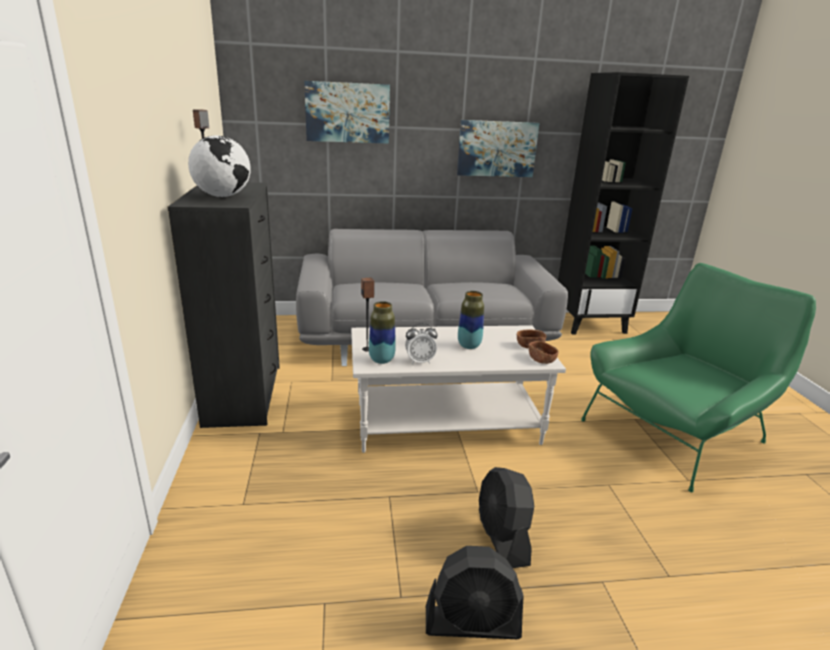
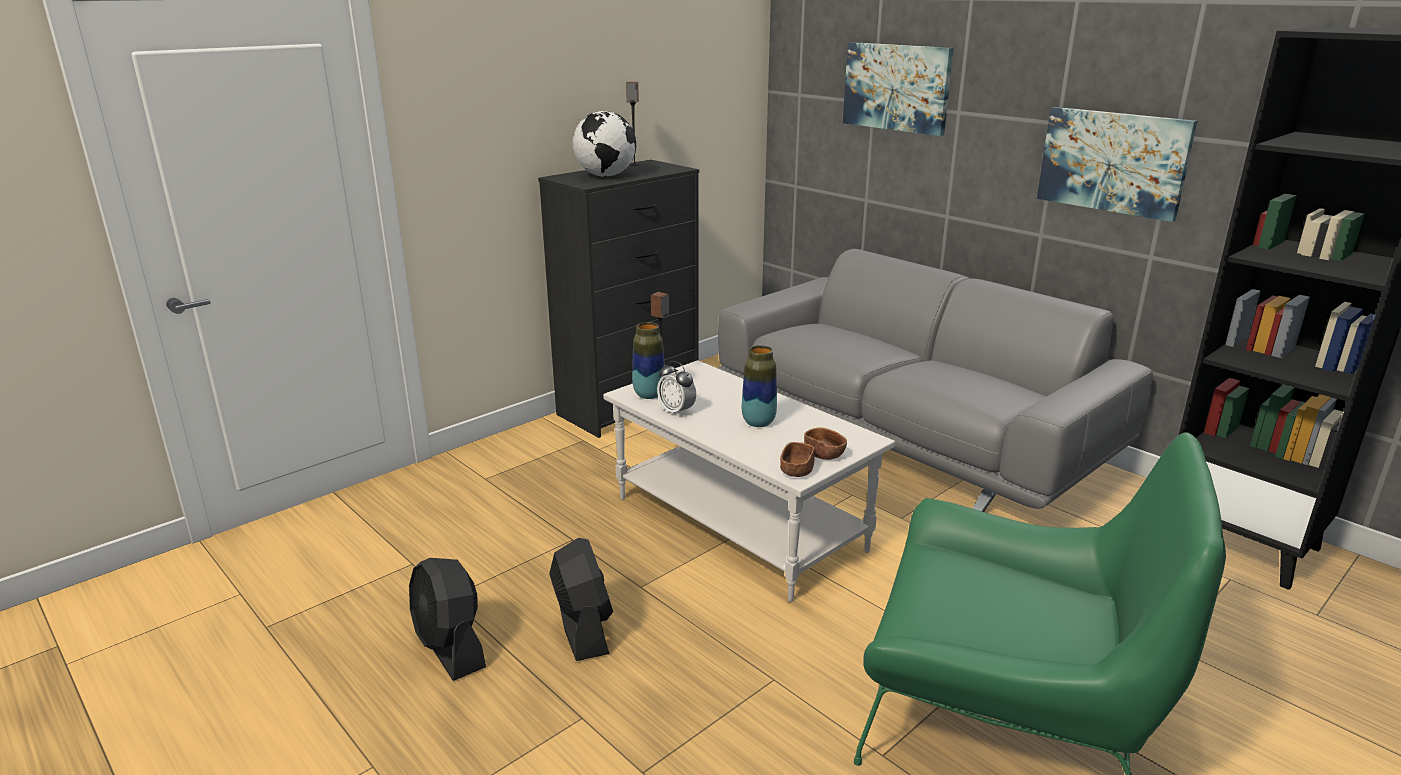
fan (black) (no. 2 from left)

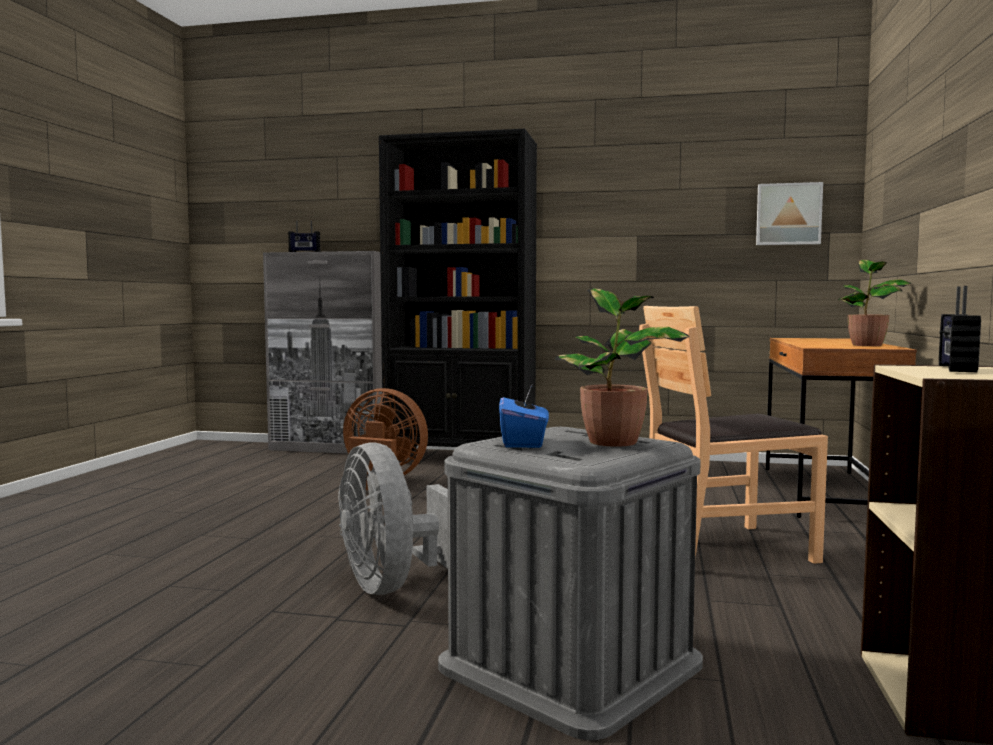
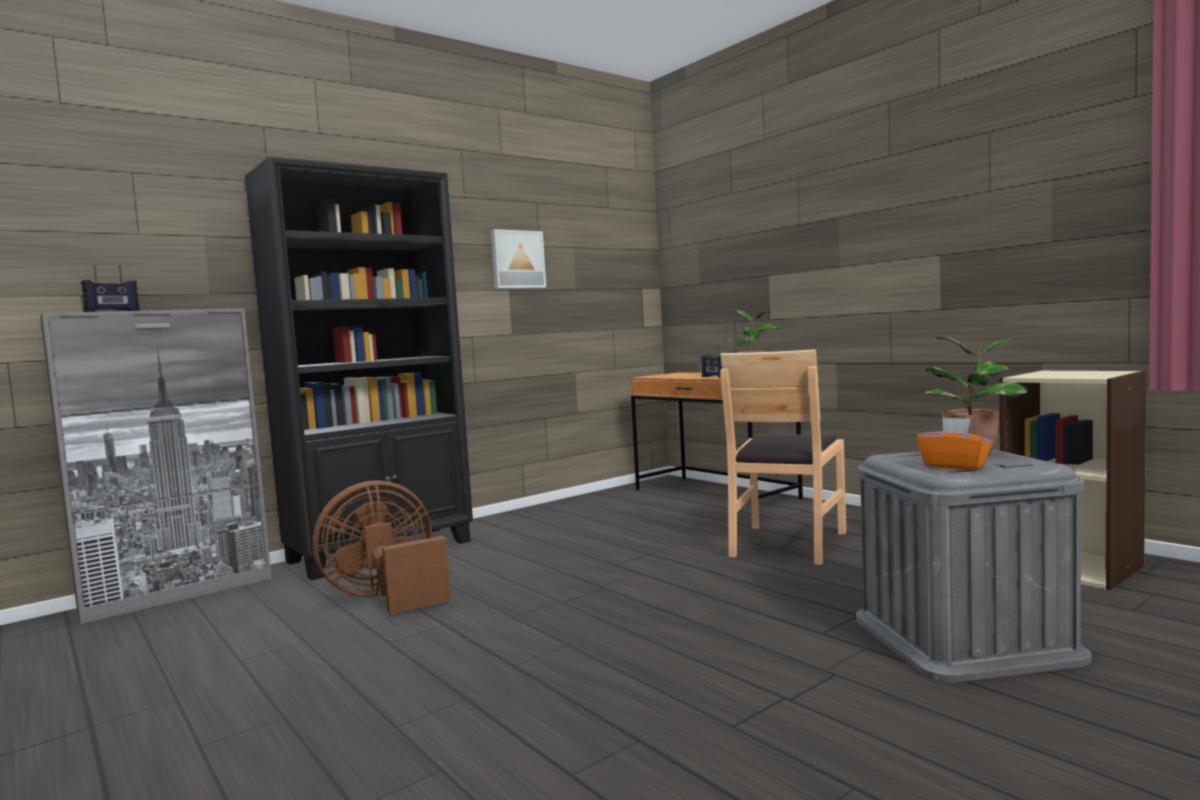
wall art; radio set (no. 2 from left); tissue box (orange); fan (grey)

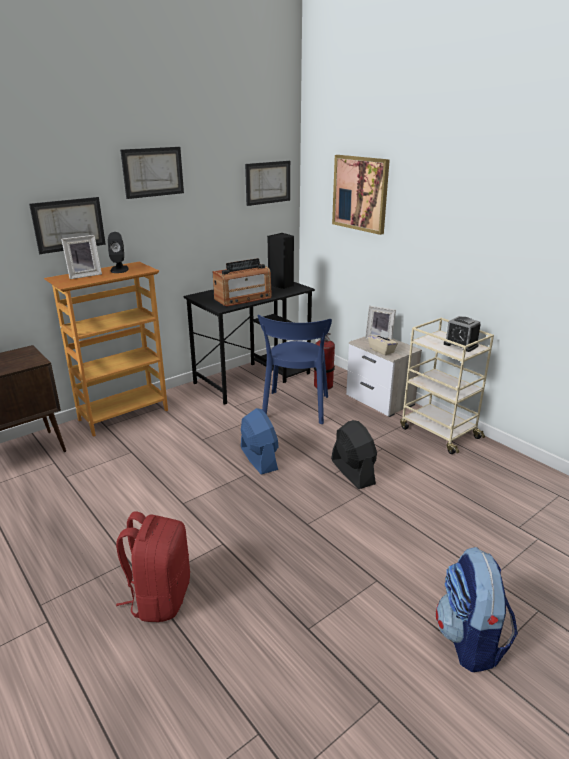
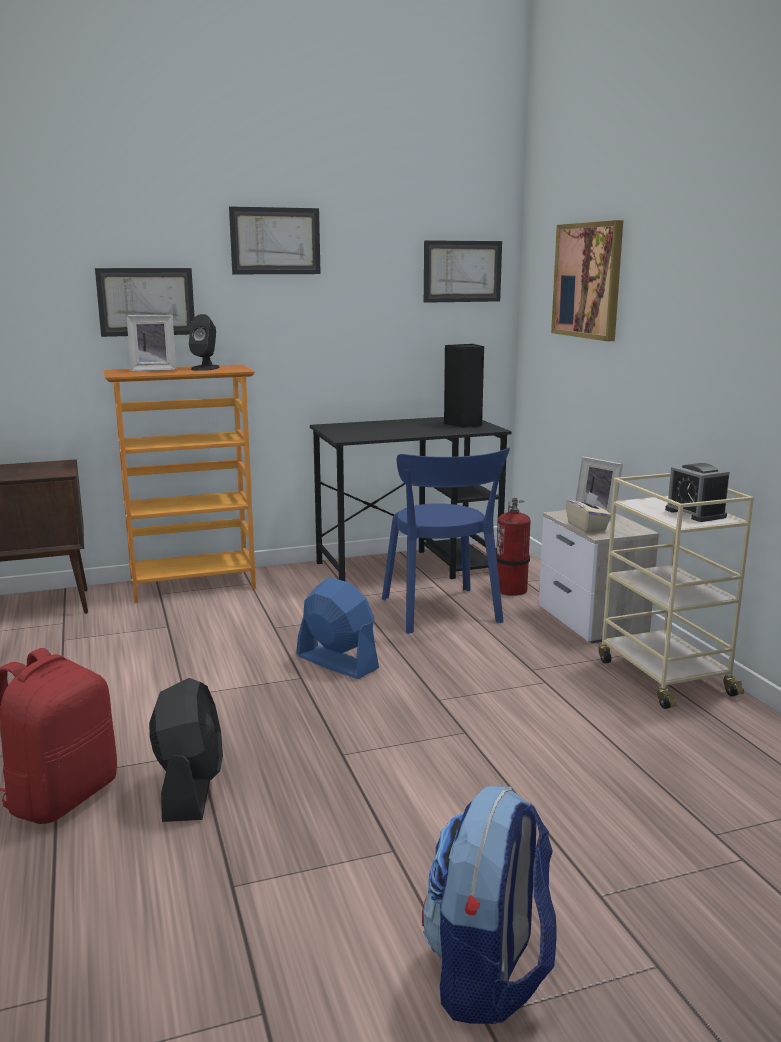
fan (black); fan (blue-coloured); upright chair (blue-coloured); radio set

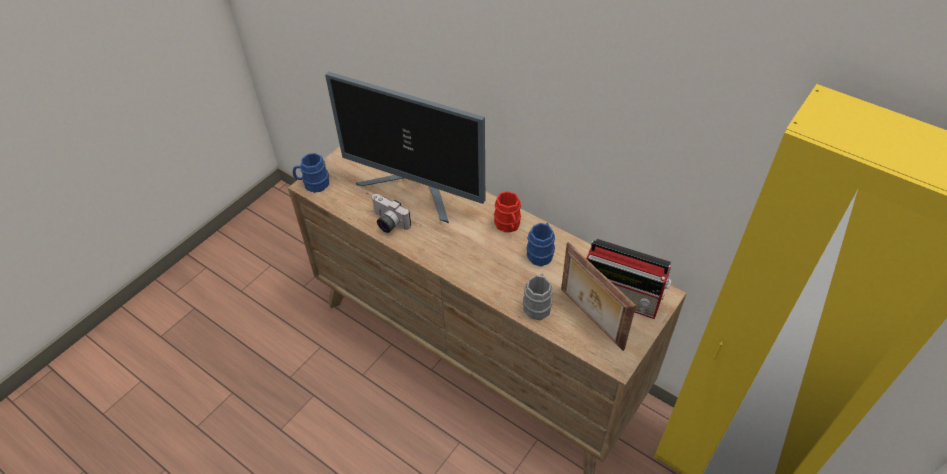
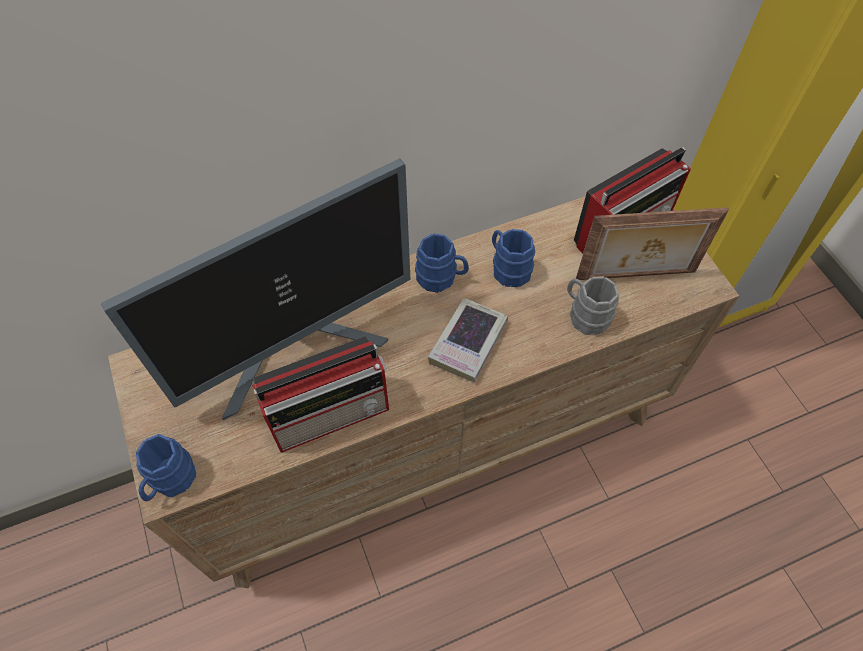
radio set (no. 1 from left); mug (blue-coloured) (no. 2 from left); volume

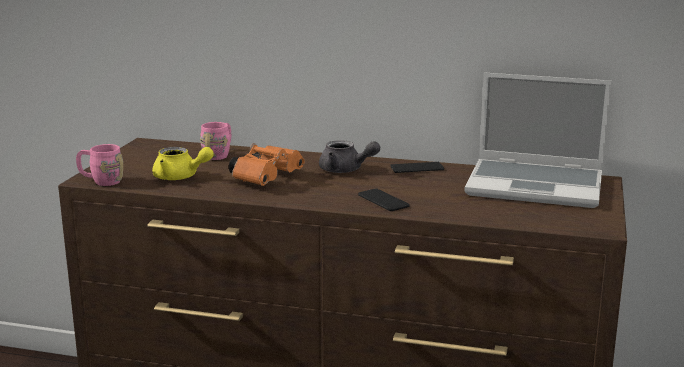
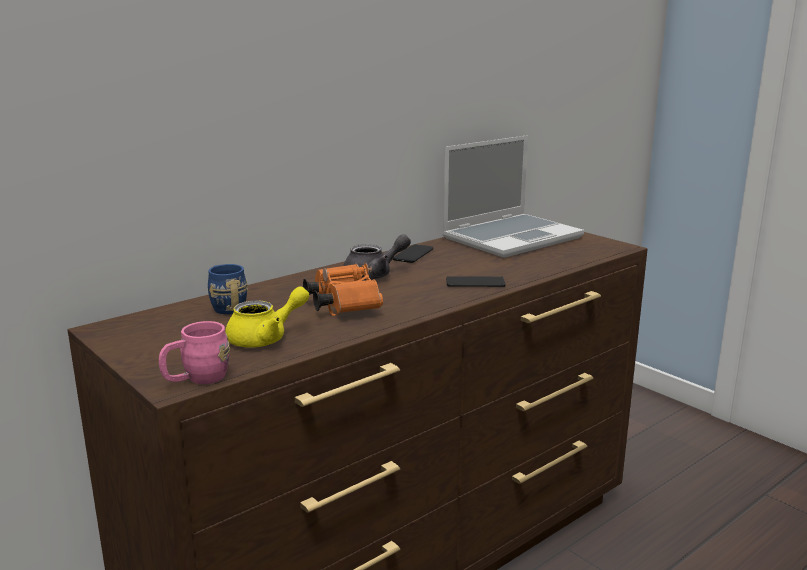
mug (blue-coloured)

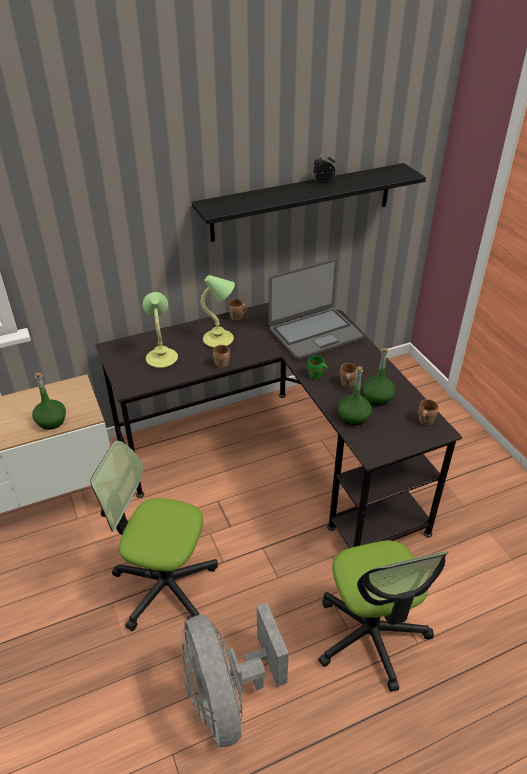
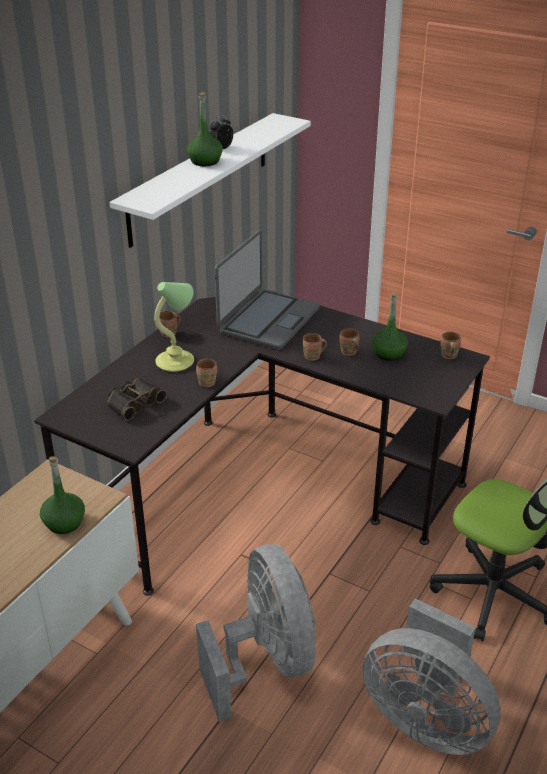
pair of binoculars; shelf (white); drink bottle (green) (no. 2 from left); fan (grey) (no. 1 from left); mug (brown-coloured) (no. 3 from left)

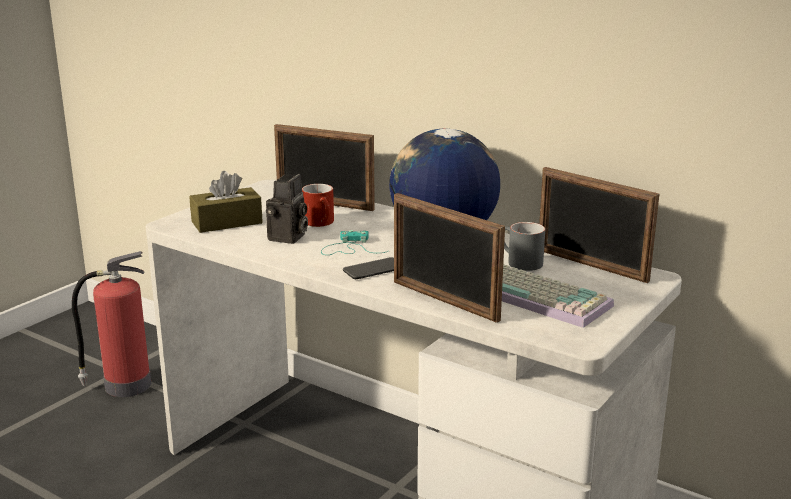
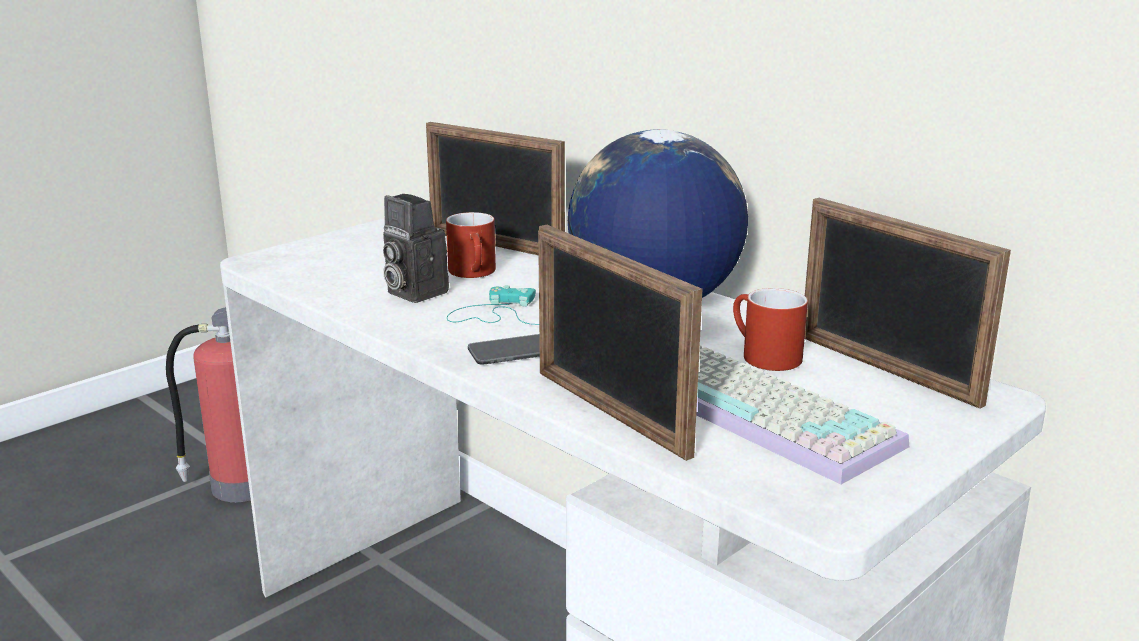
still camera; mug (red-coloured) (no. 2 from left); tissue box (brown-coloured)

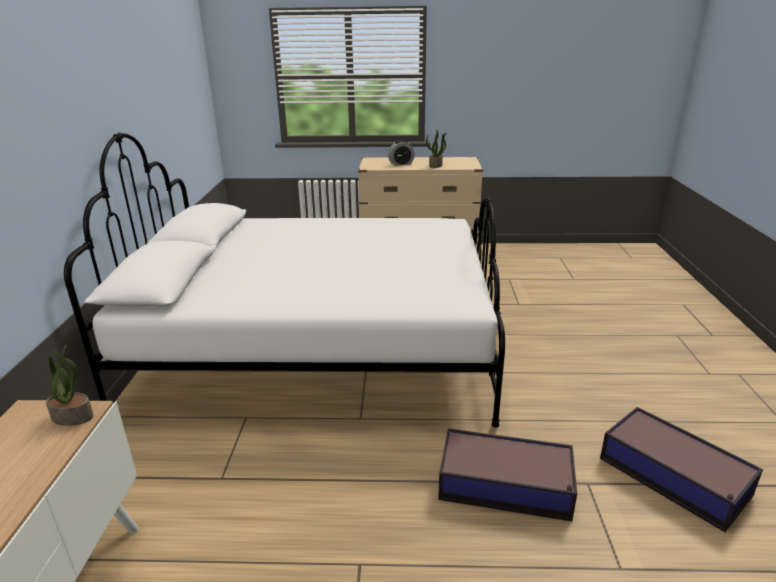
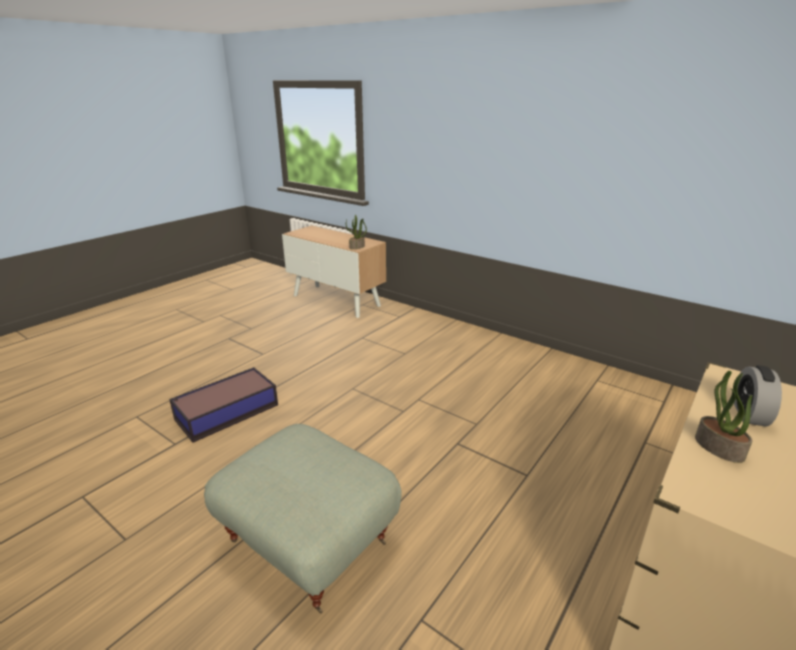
ottoman (grey); bedroom bed (white); storage bin (no. 2 from left in the first image)

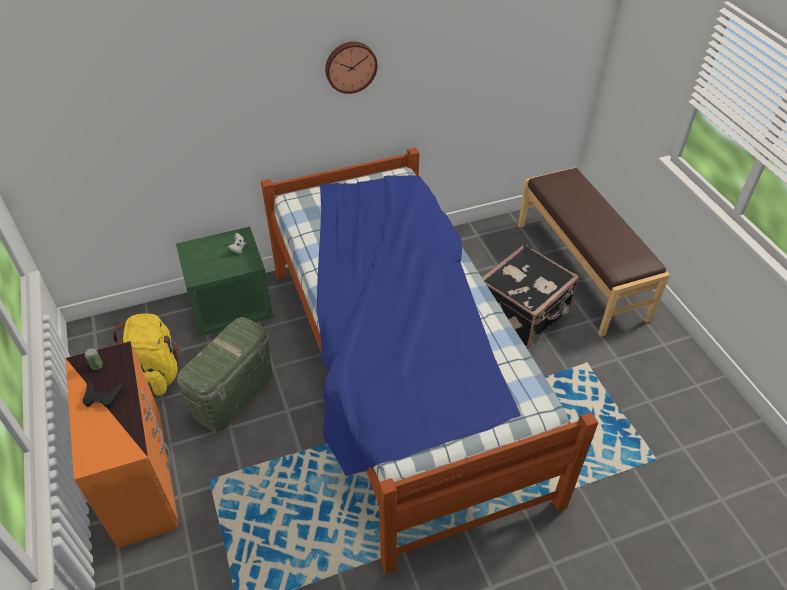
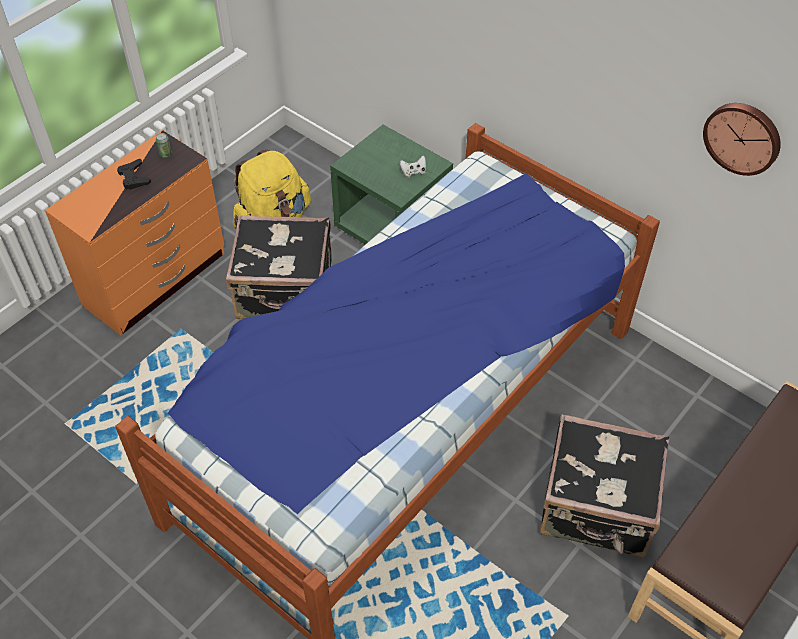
piece of luggage (black) (no. 1 from left); clock on the wall

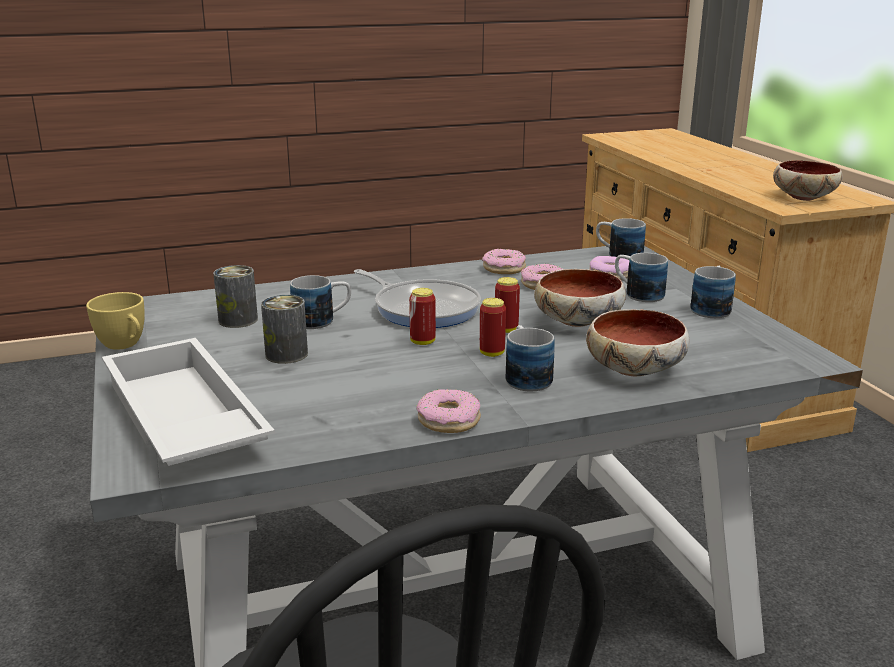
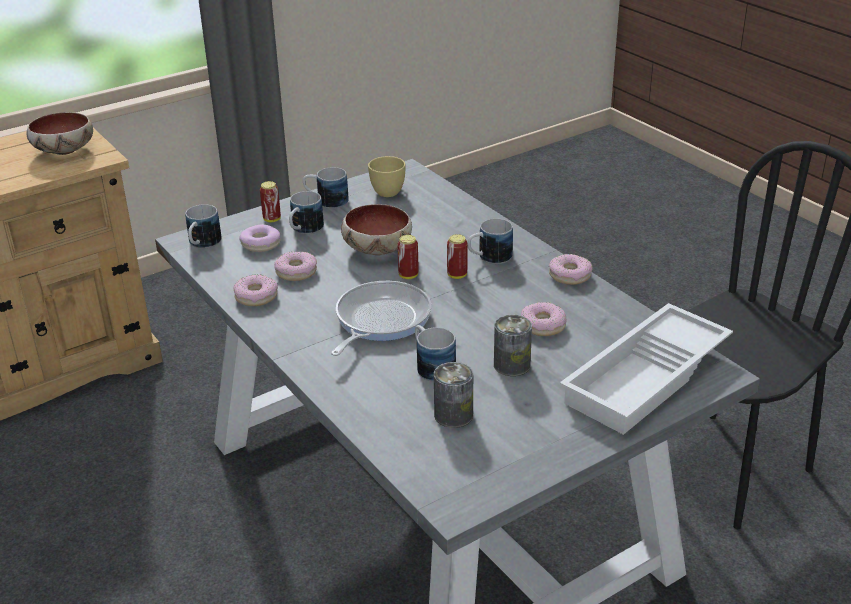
metal can (no. 1 from left); small cup (yellow-coloured); donut (no. 4 from left); serving bowl (no. 2 from left in the first image)

